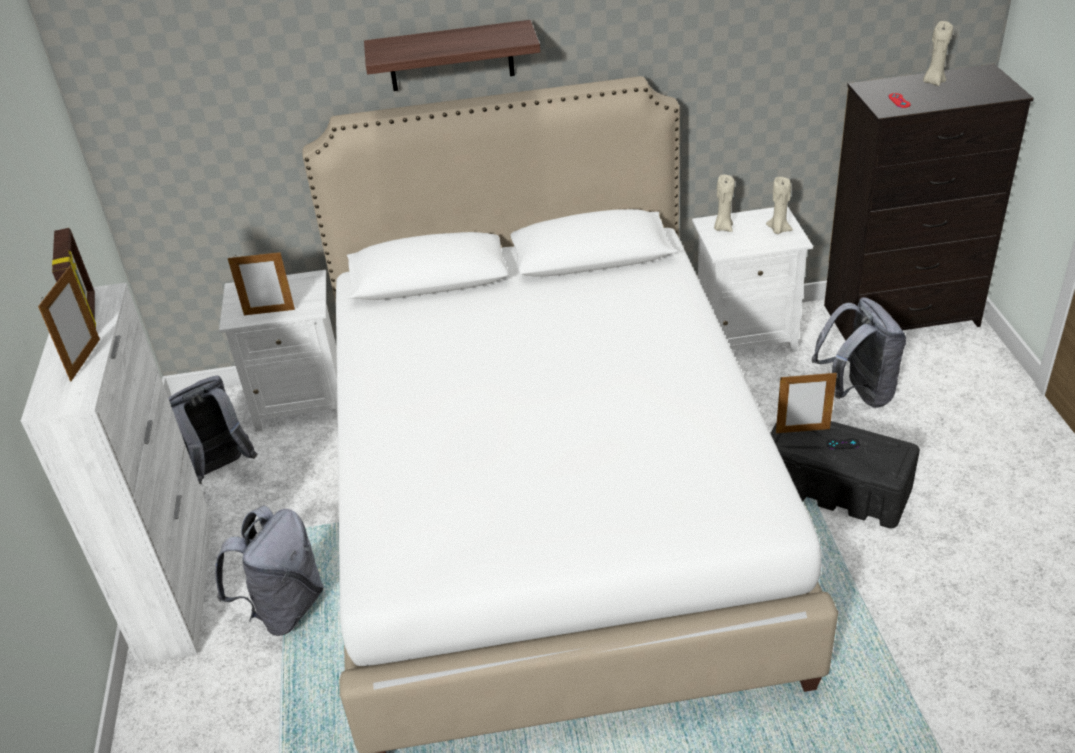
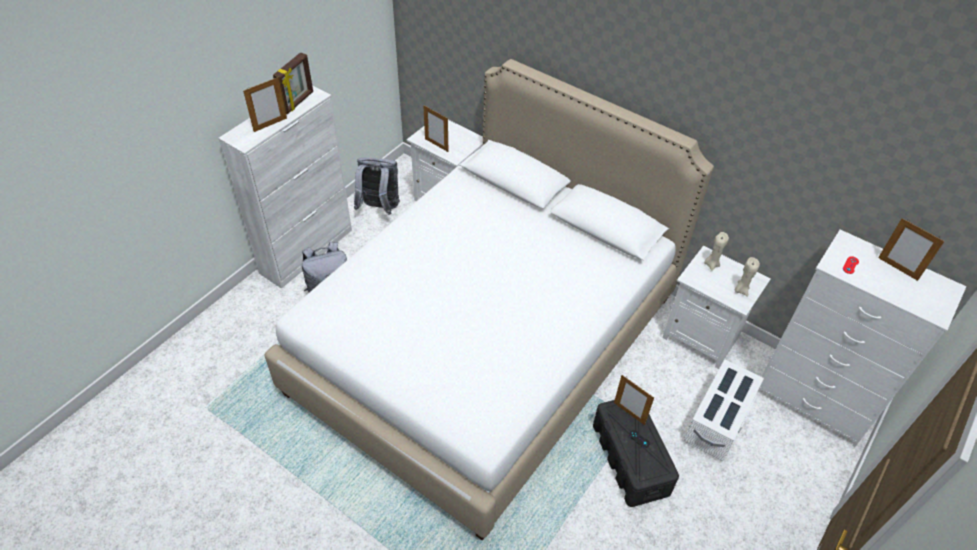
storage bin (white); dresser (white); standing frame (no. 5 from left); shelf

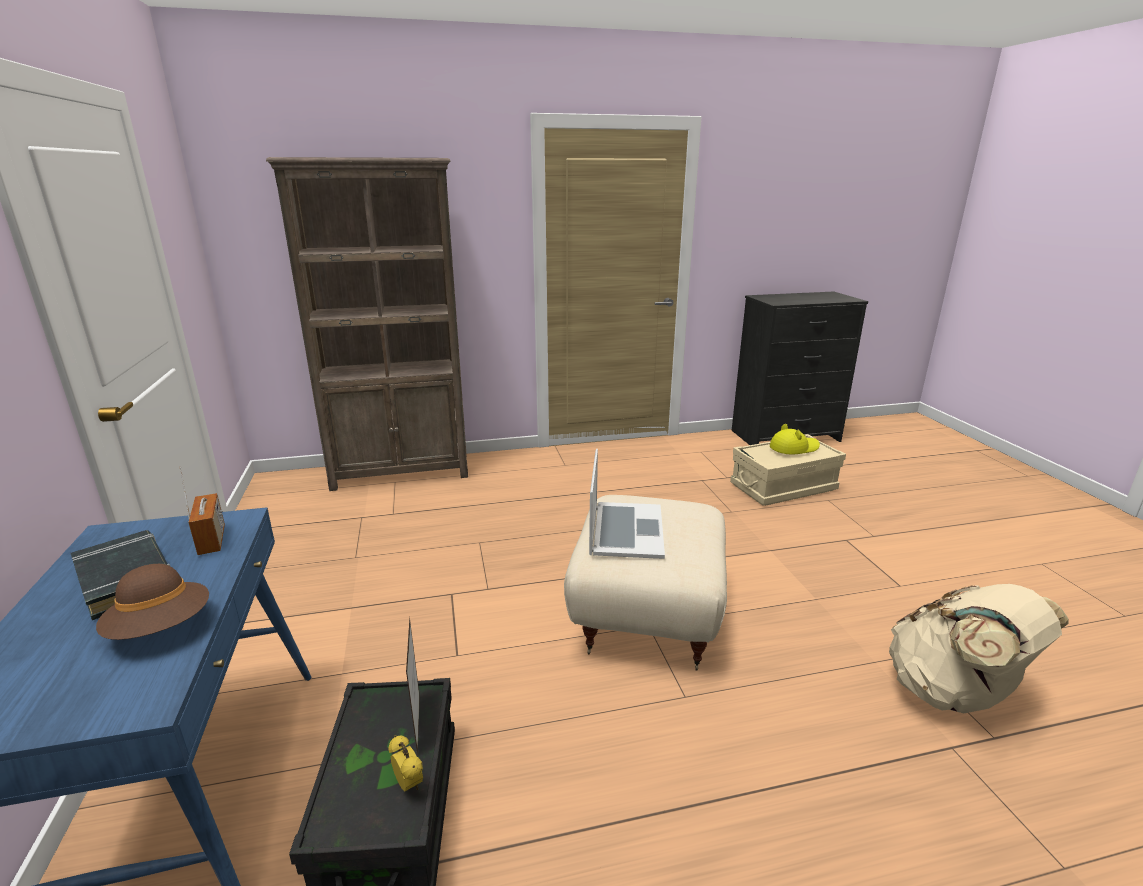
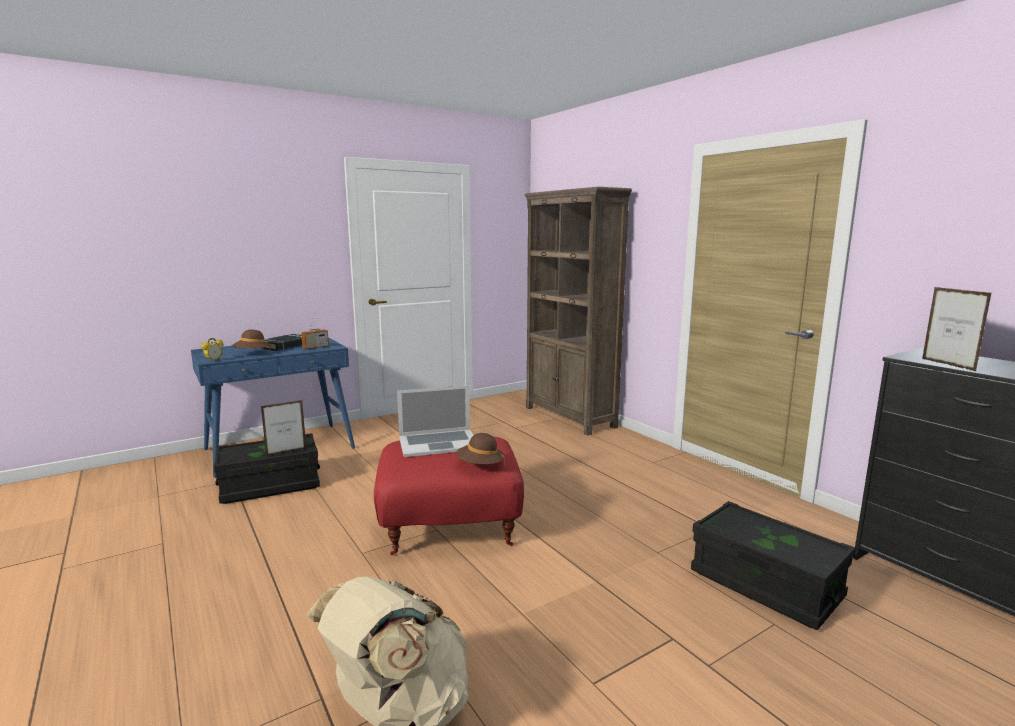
alarm clock; ottoman (red-coloured); clothing hat (brown-coloured) (no. 2 from left); storage bin (black) (no. 2 from left); standing frame (no. 2 from left); clothing hat (yellow-coloured)

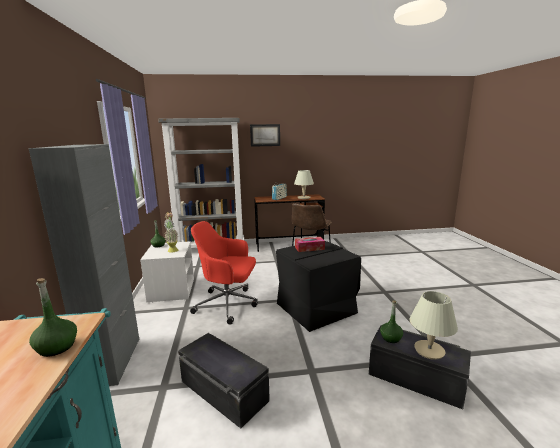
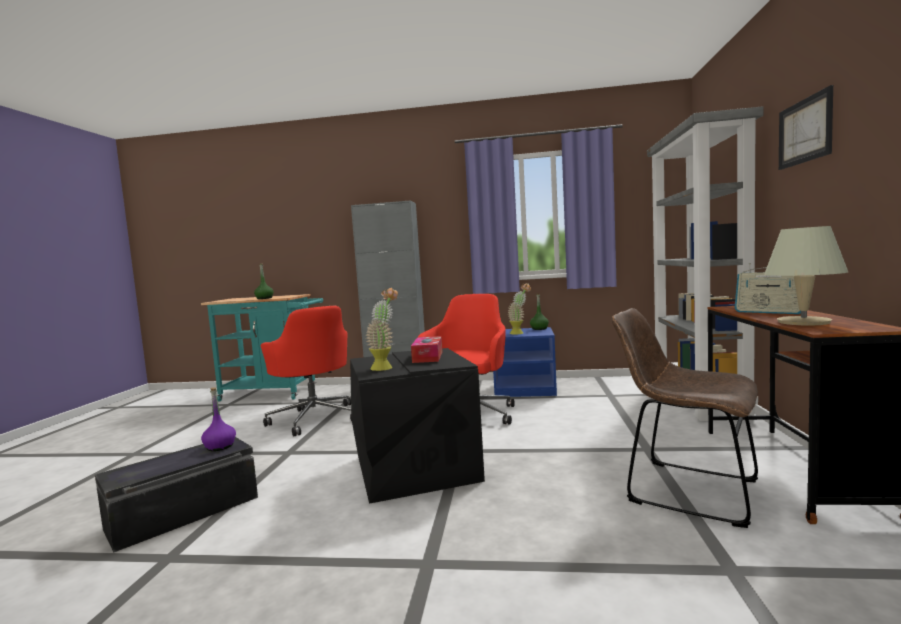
drink bottle (purple); desk chair (red-coloured) (no. 1 from left); plant in a pot (no. 1 from left); nightstand (blue-coloured); lamp for a table (beige-coloured) (no. 2 from left in the first image)

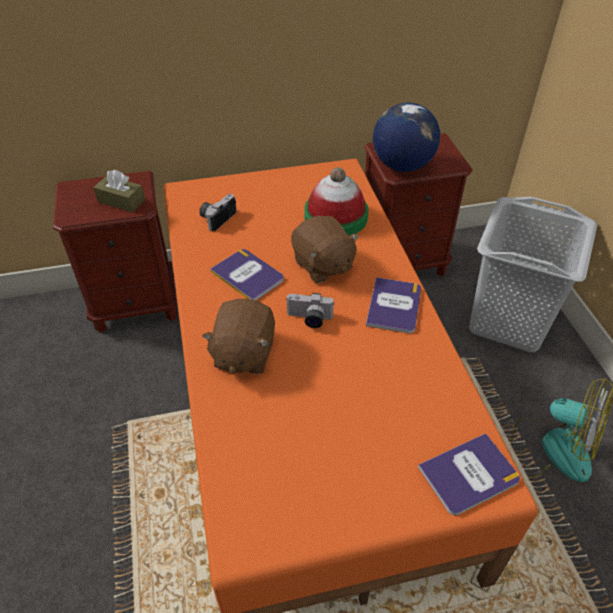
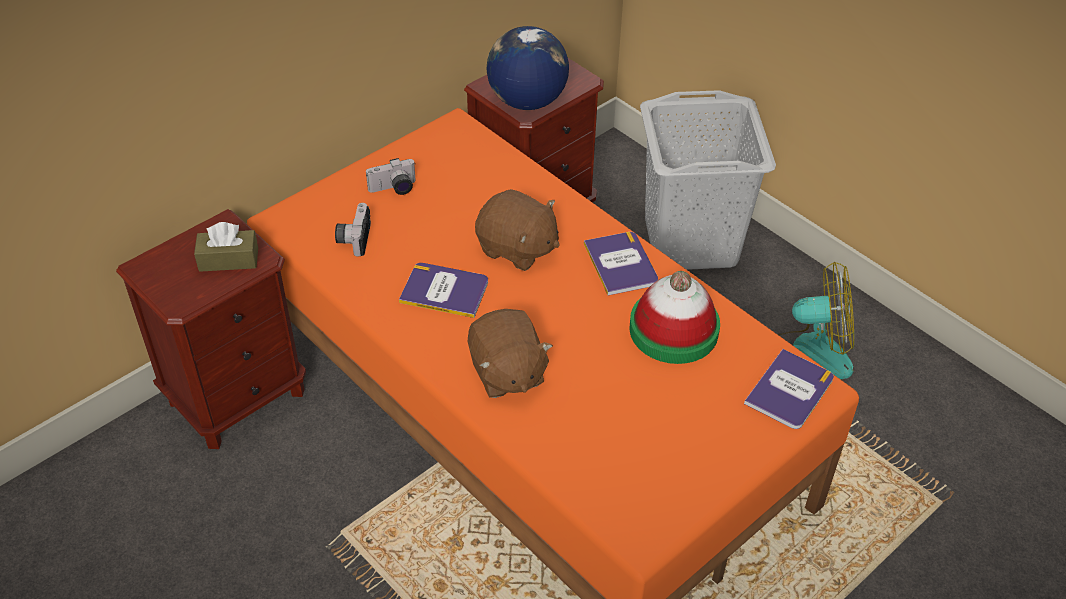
still camera (no. 2 from left); clothing hat

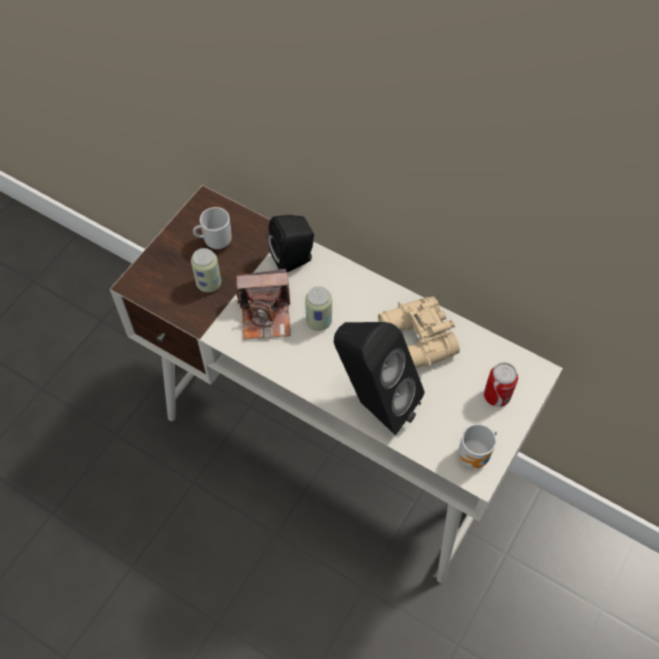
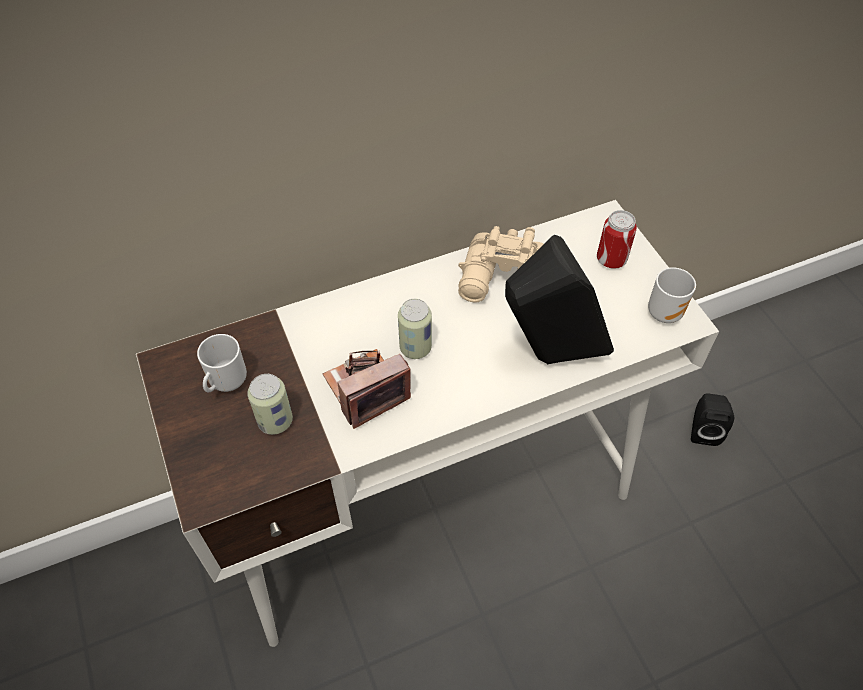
still camera; audio speaker (black) (no. 2 from left)

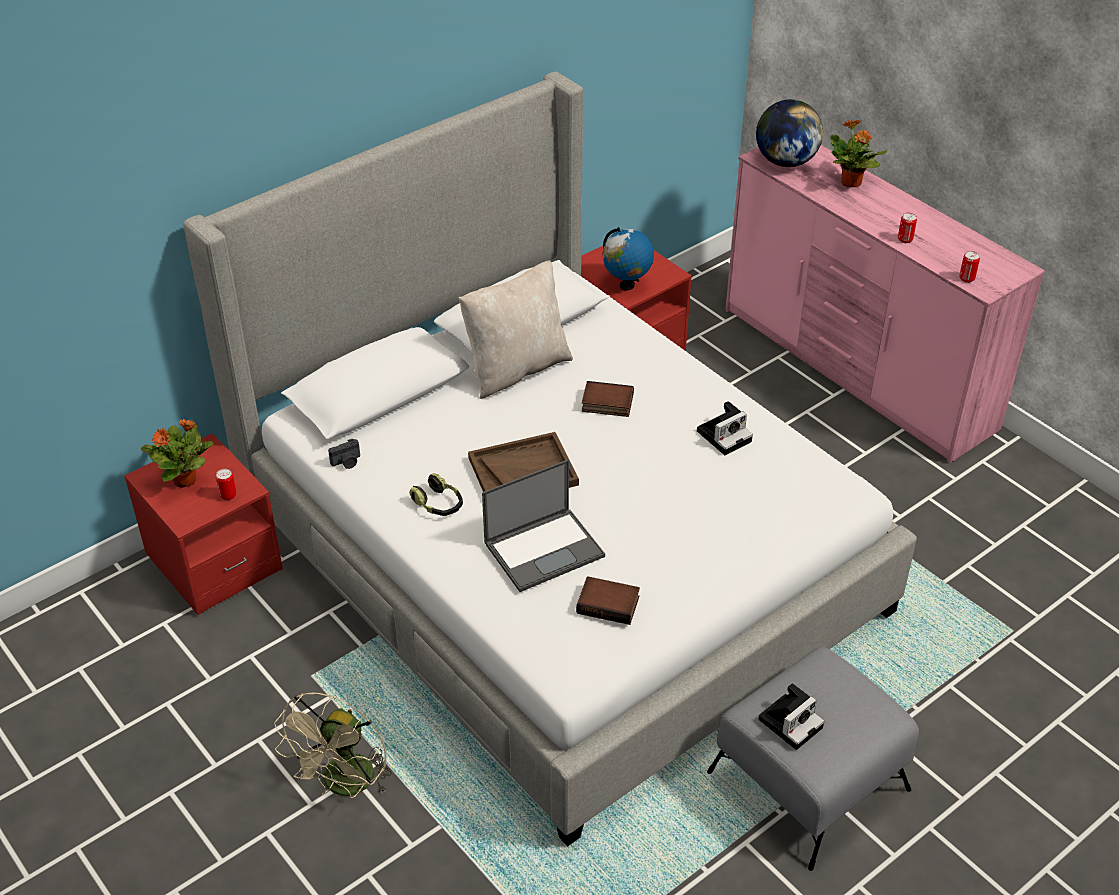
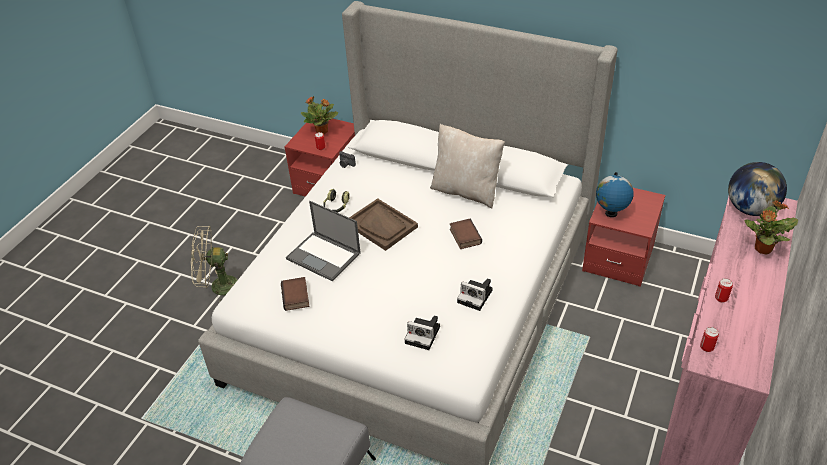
still camera (no. 2 from left)

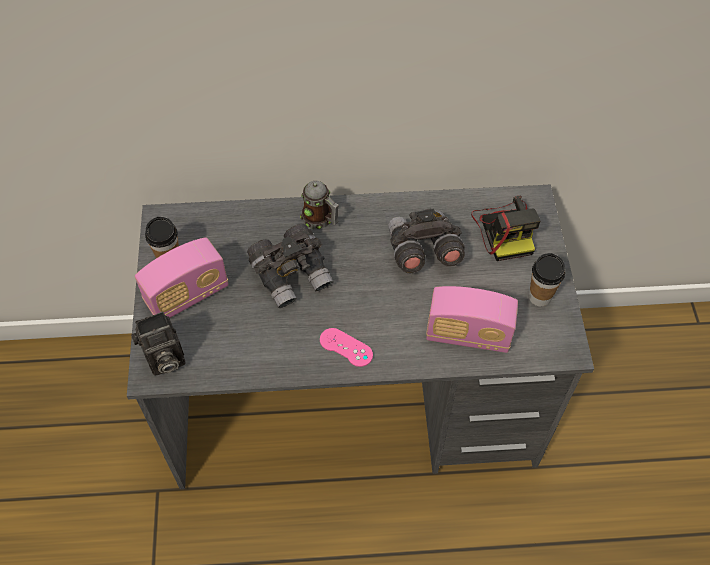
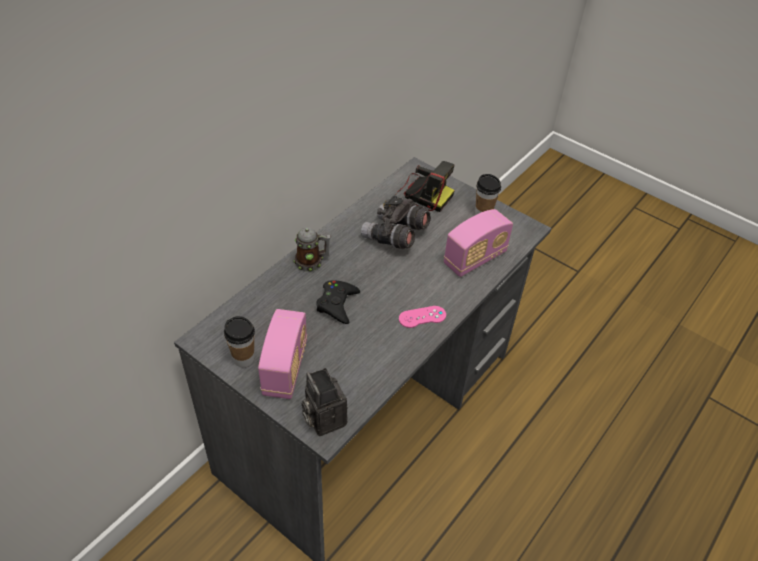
still camera (no. 1 from left); game controller (black)

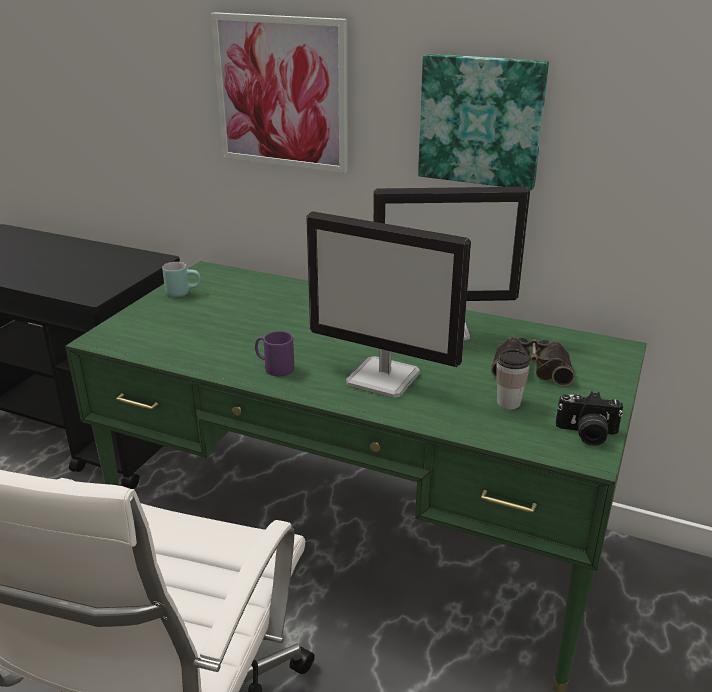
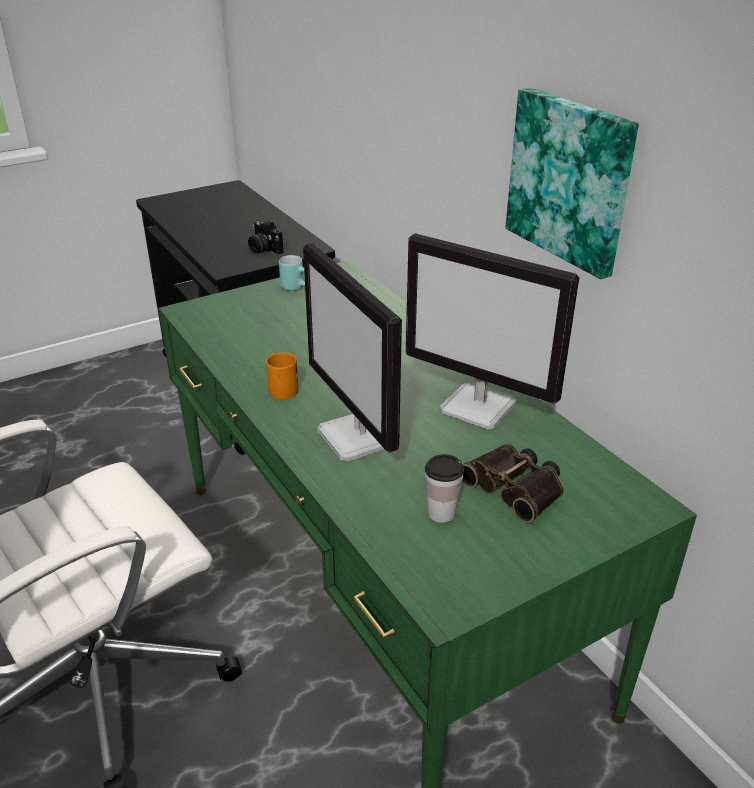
still camera; mug (orange); wall art (no. 1 from left in the first image)

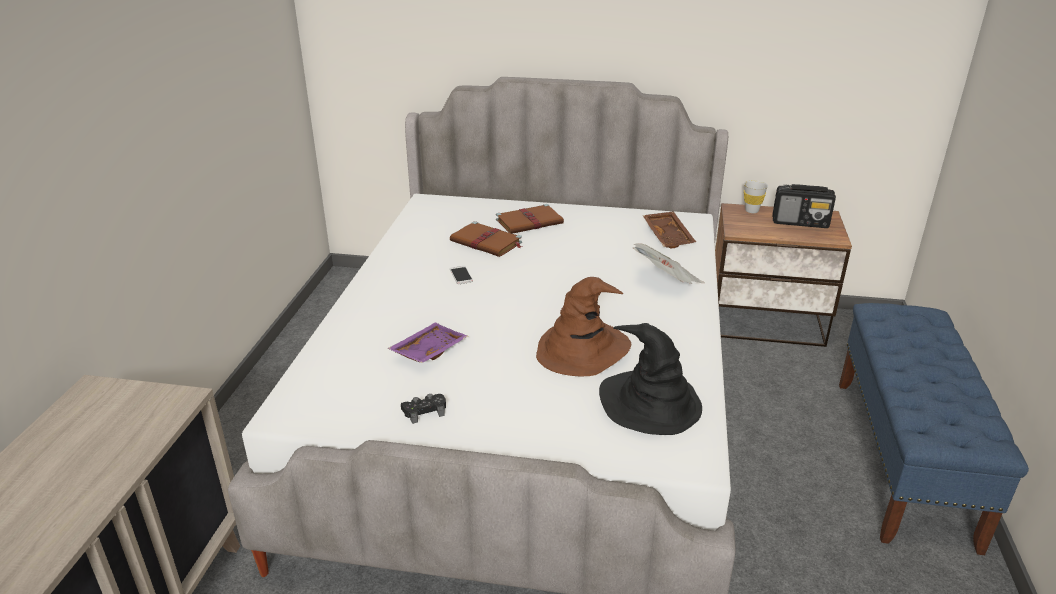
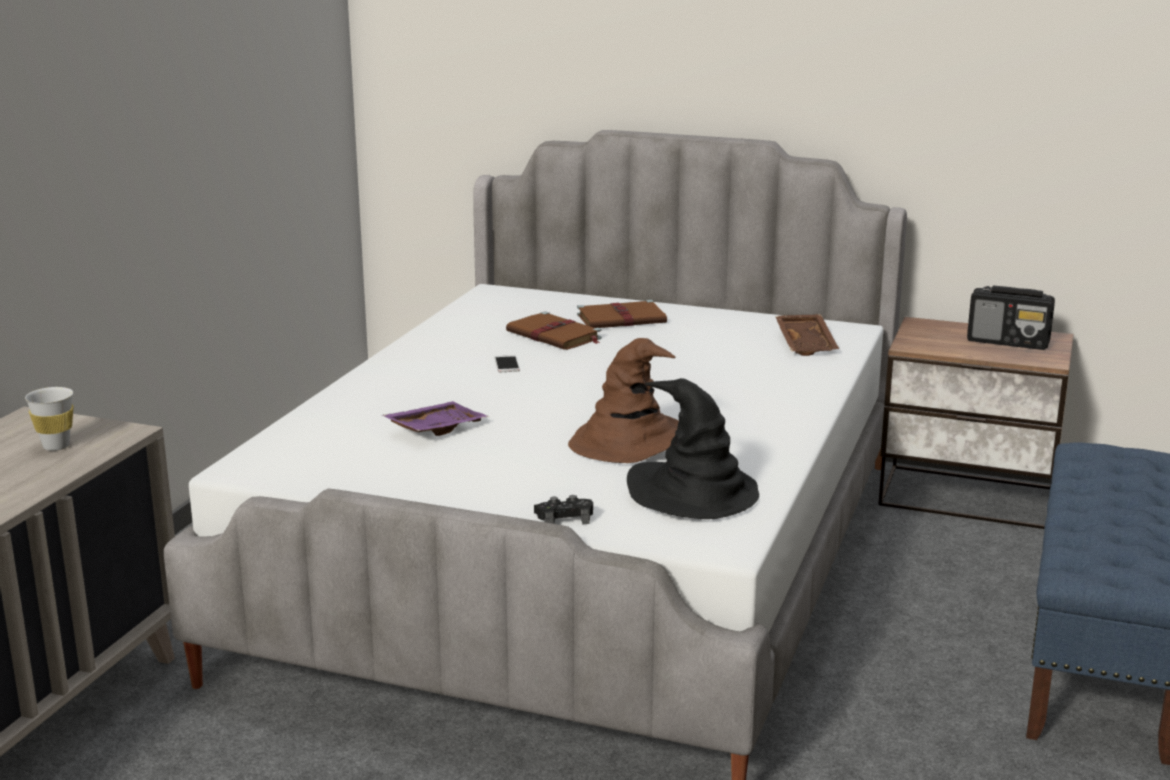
small cup (white); game controller (black); daily paper

